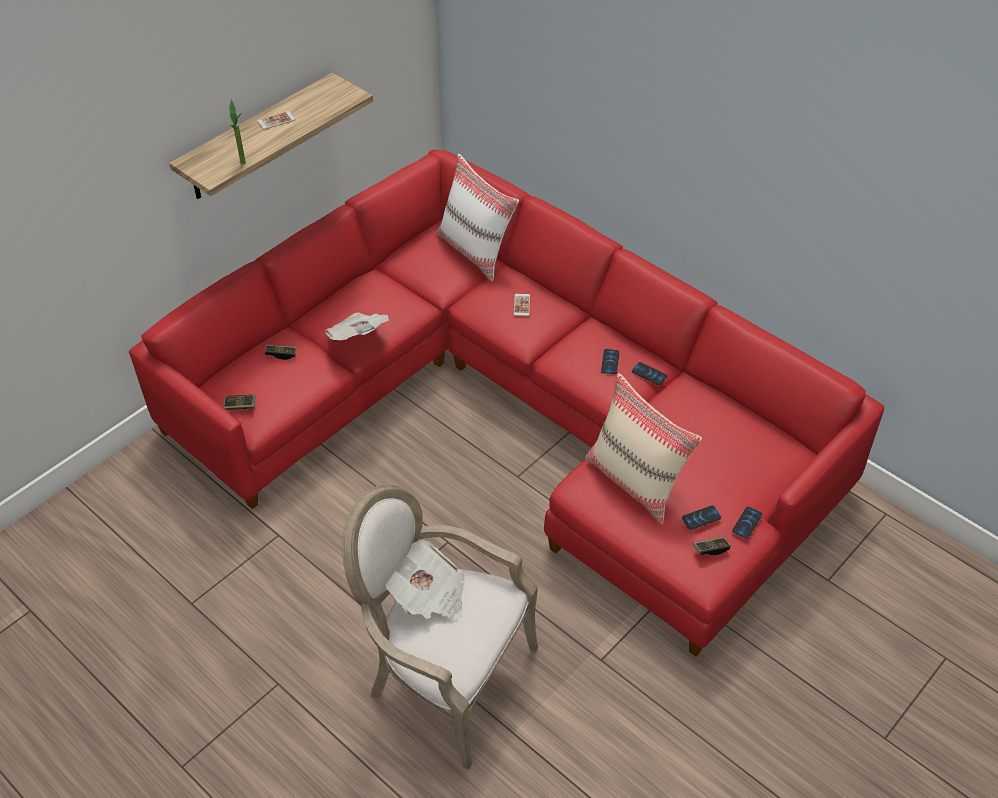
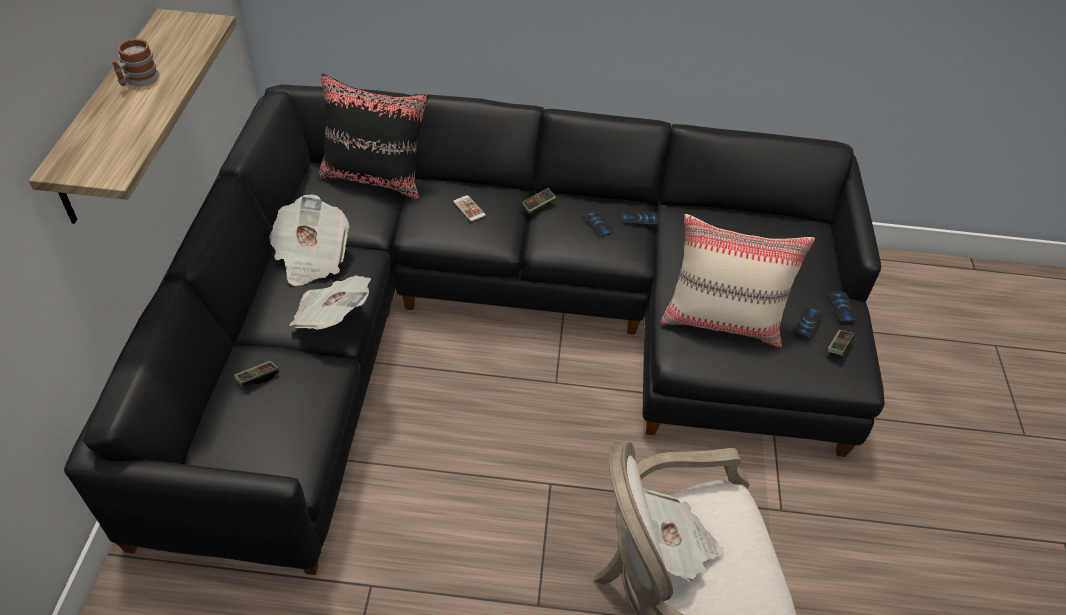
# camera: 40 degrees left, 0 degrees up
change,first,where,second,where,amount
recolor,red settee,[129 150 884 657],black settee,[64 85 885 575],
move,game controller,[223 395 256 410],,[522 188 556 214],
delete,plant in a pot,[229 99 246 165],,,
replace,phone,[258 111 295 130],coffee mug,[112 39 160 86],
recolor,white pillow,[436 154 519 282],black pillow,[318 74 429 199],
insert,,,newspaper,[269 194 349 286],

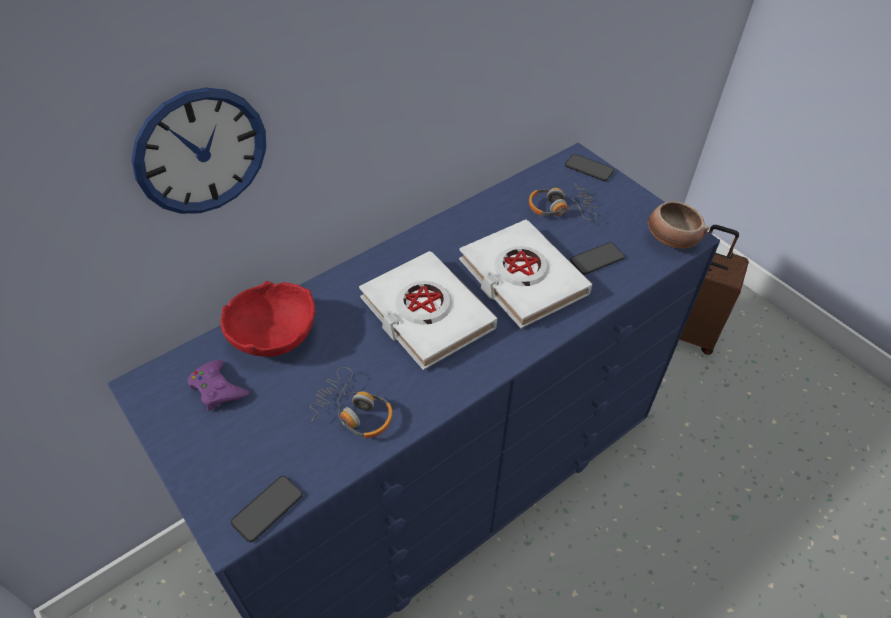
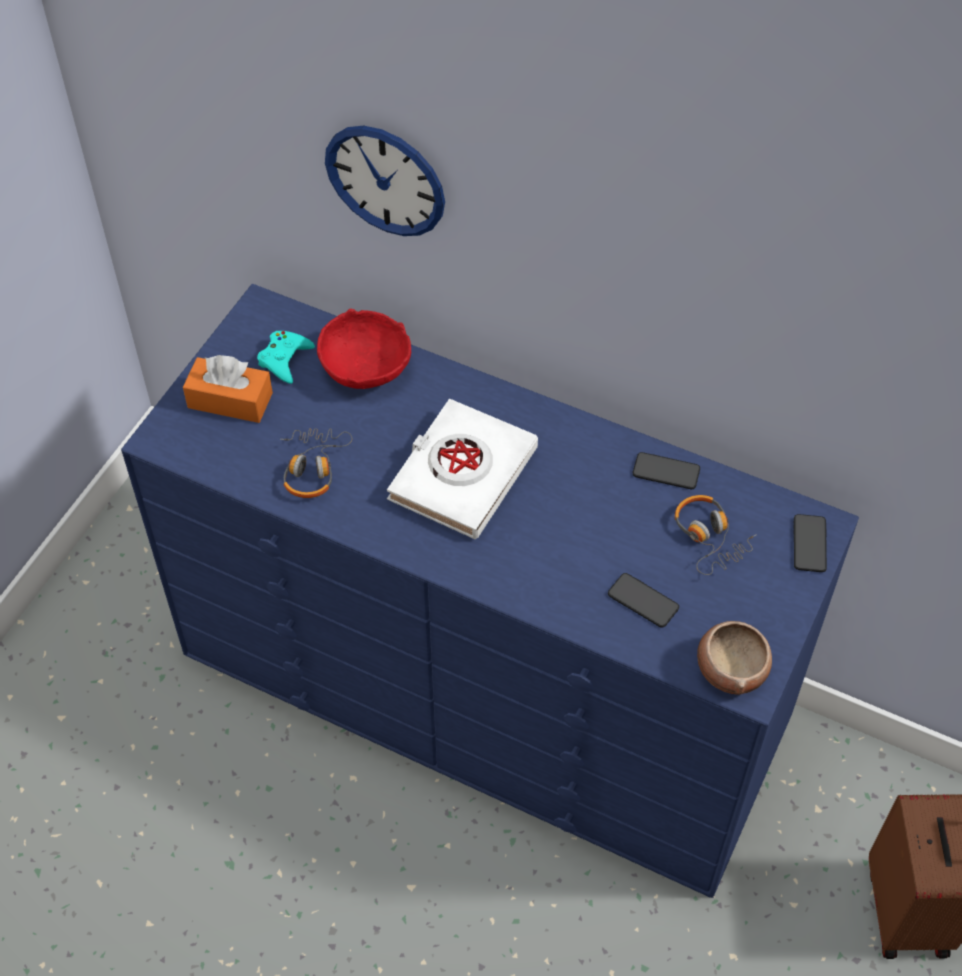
# camera: 65 degrees right, 5 degrees up
change,first,where,second,where,amount
recolor,purplish game controller,[187 360 250 411],blue-green game controller,[257 331 315 384],
move,phone,[231 476 303 542],,[633 452 700 489],
delete,white bound book,[459 219 592 328],,,
insert,,,orangey tissue holder,[183 355 273 423],

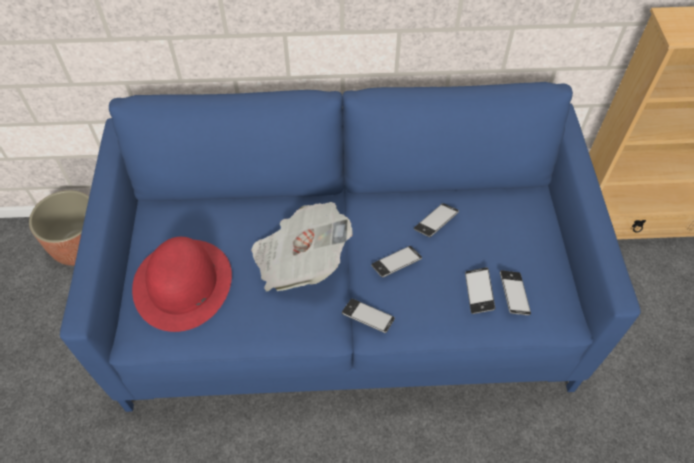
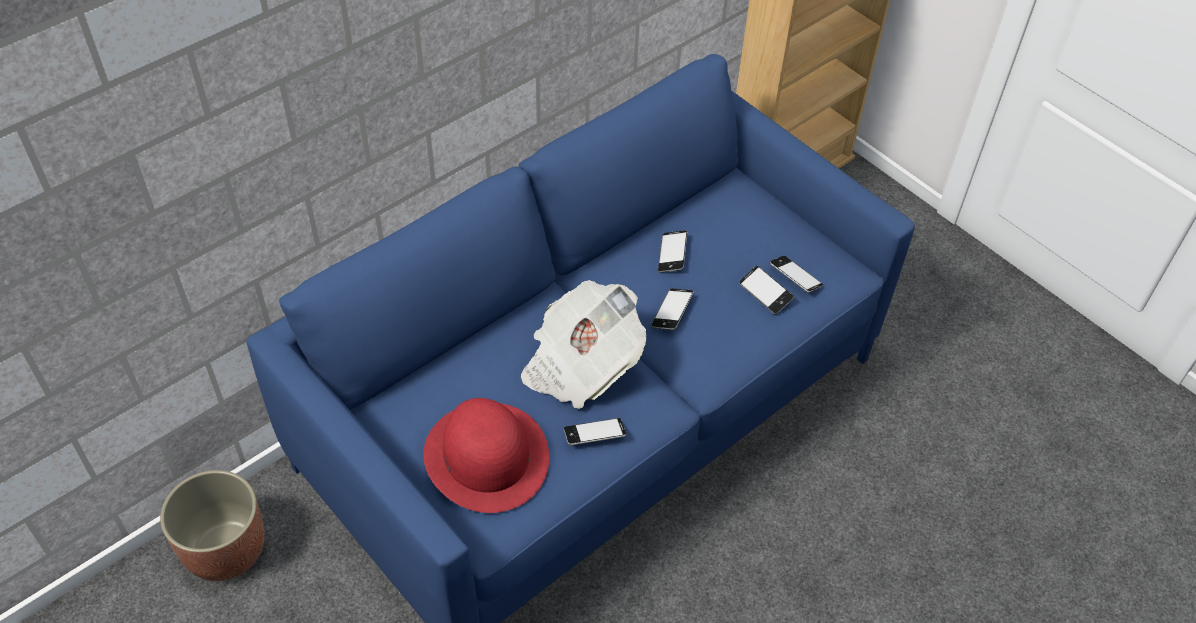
# camera: 40 degrees left, 5 degrees down
change,first,where,second,where,amount
move,phone,[342 299 395 333],,[564 418 627 446],

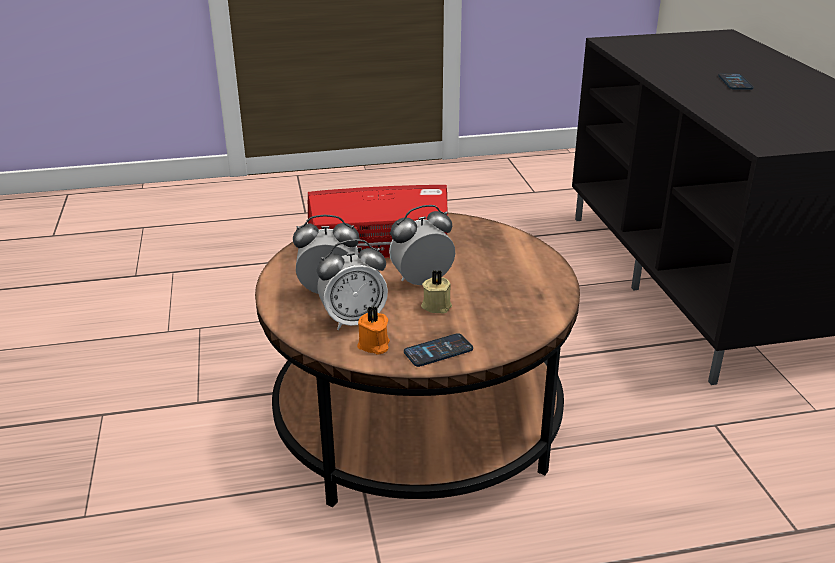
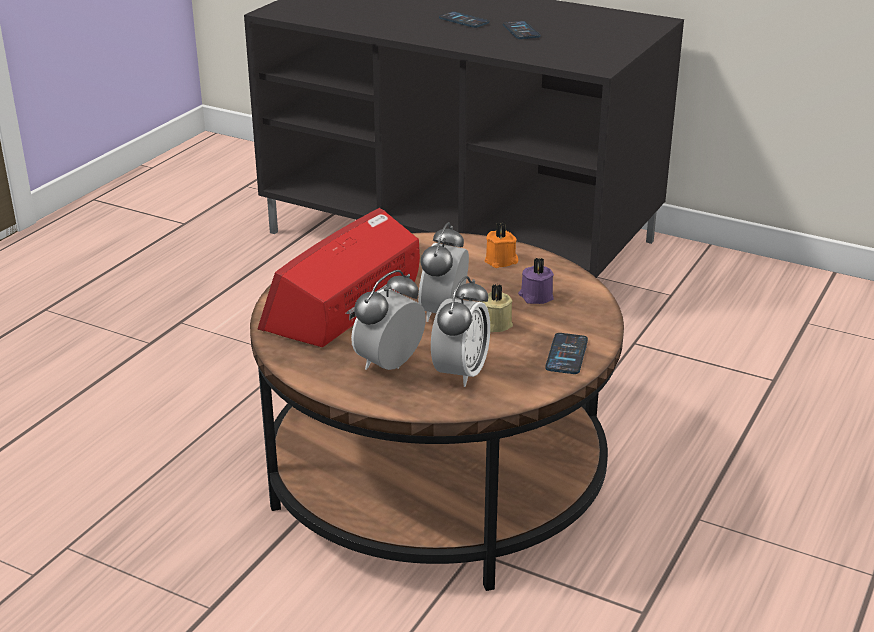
# camera: 50 degrees left, 0 degrees up
change,first,where,second,where,amount
move,orangey wax light,[357 306 390 355],,[485 222 518 268],
insert,,,phone,[503 21 540 39],
insert,,,purplish wax light,[518 258 554 304],

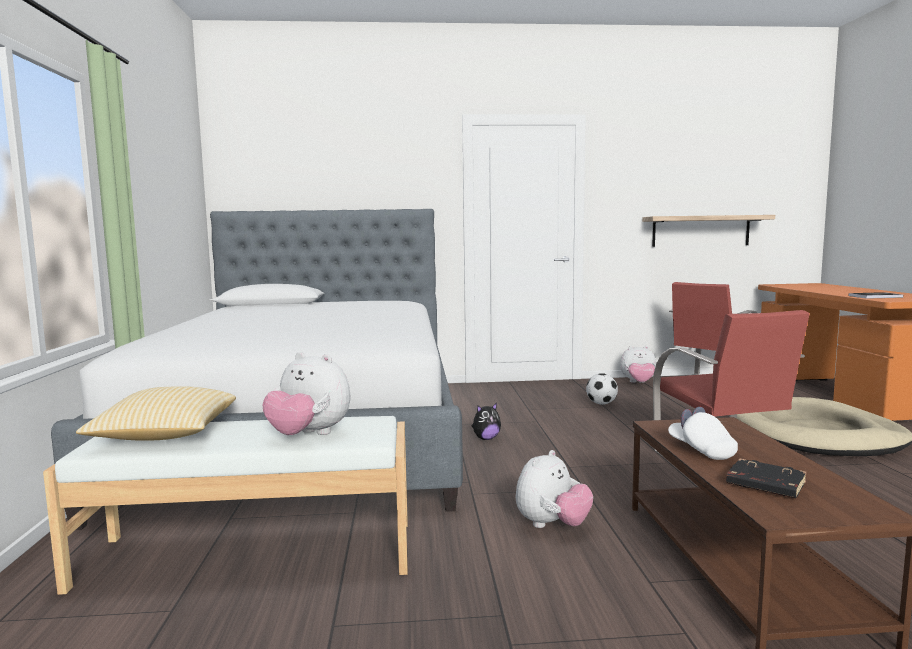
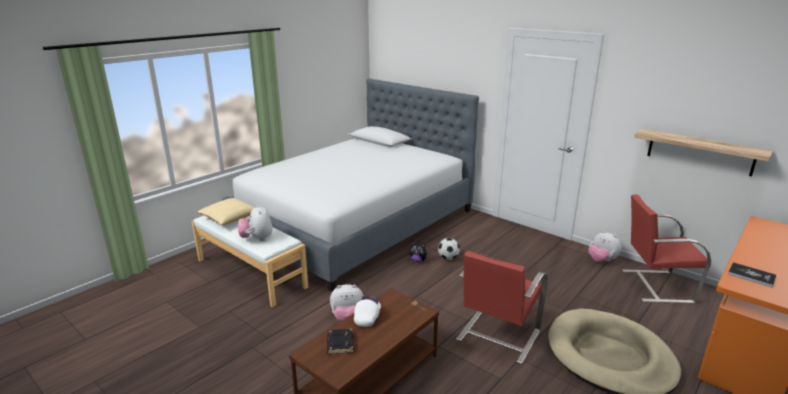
# camera: 45 degrees right, 15 degrees up
change,first,where,second,where,amount
move,football,[586 373 618 405],,[438 238 460 260],

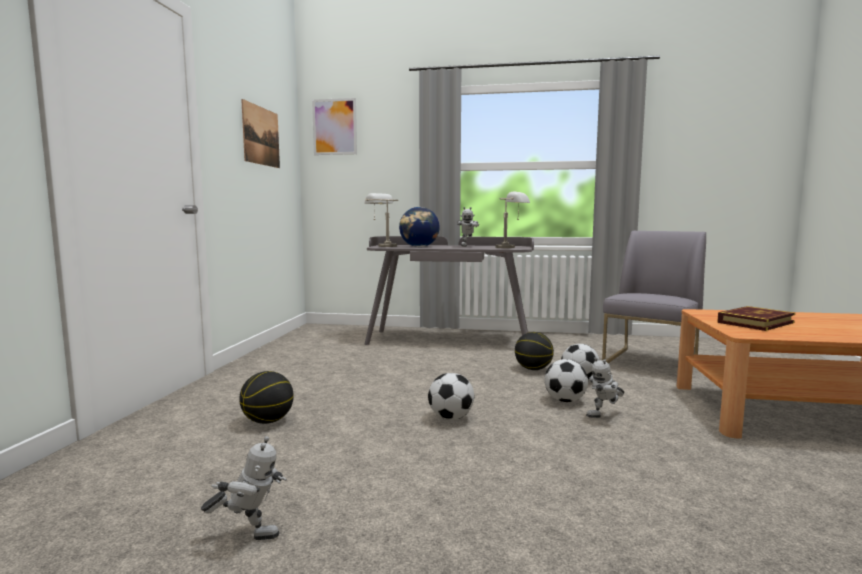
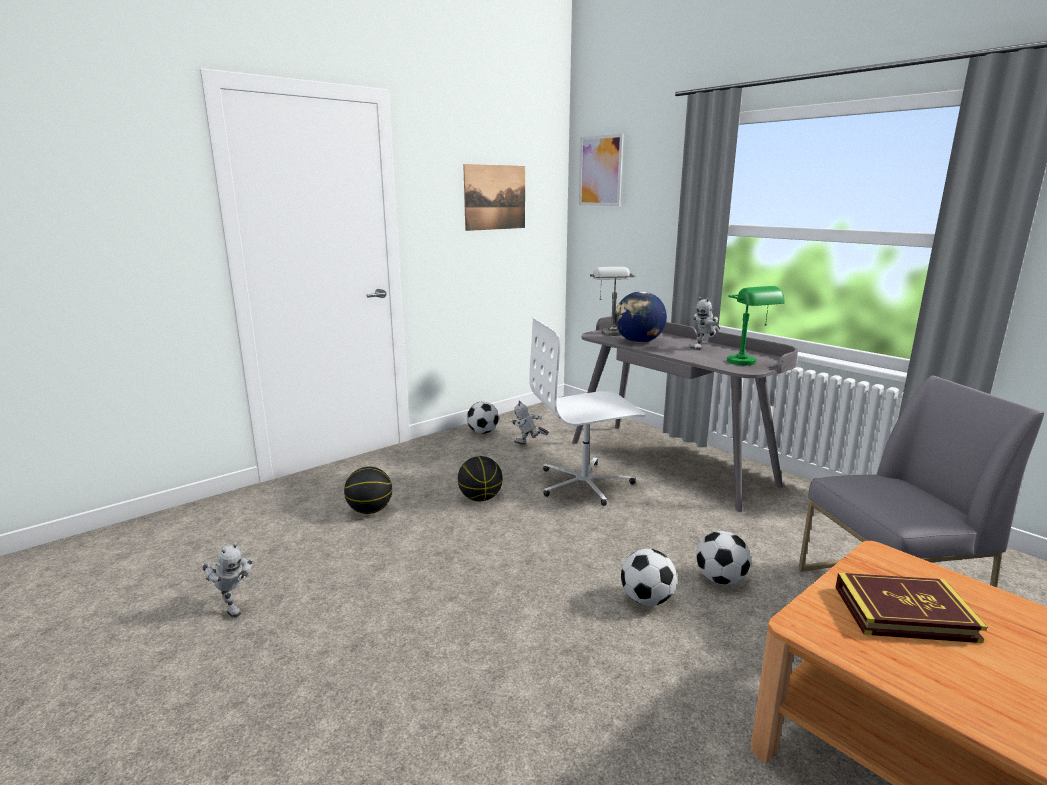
# camera: 40 degrees right, 10 degrees up
change,first,where,second,where,amount
move,football,[428 373 474 420],,[467 401 499 434],
recolor,grey tabletop lamp,[495 192 530 248],green tabletop lamp,[727 286 785 365],
move,basketball ball,[515 332 554 370],,[458 456 503 501],
move,toy robot,[586 357 624 418],,[510 401 549 445],
insert,,,white office chair,[529 318 646 506],

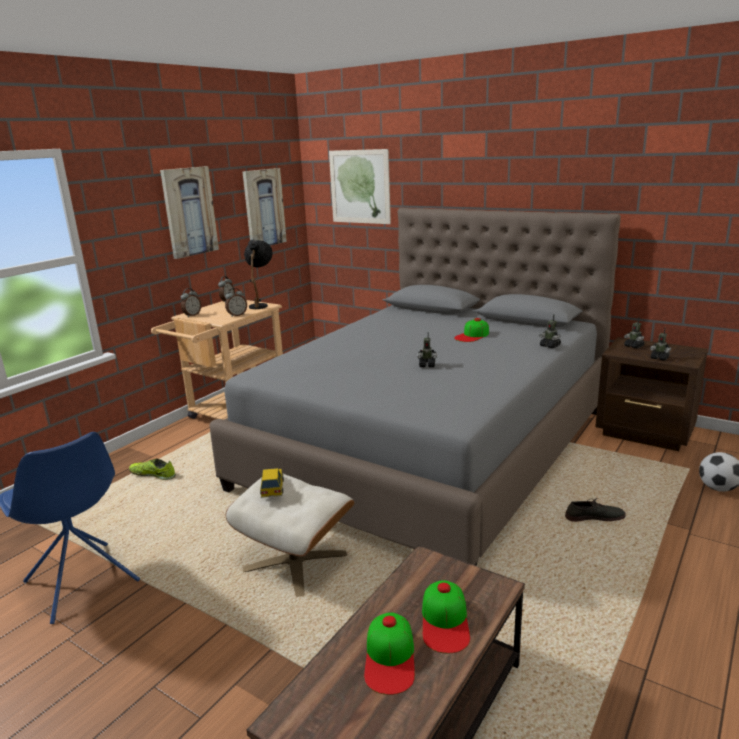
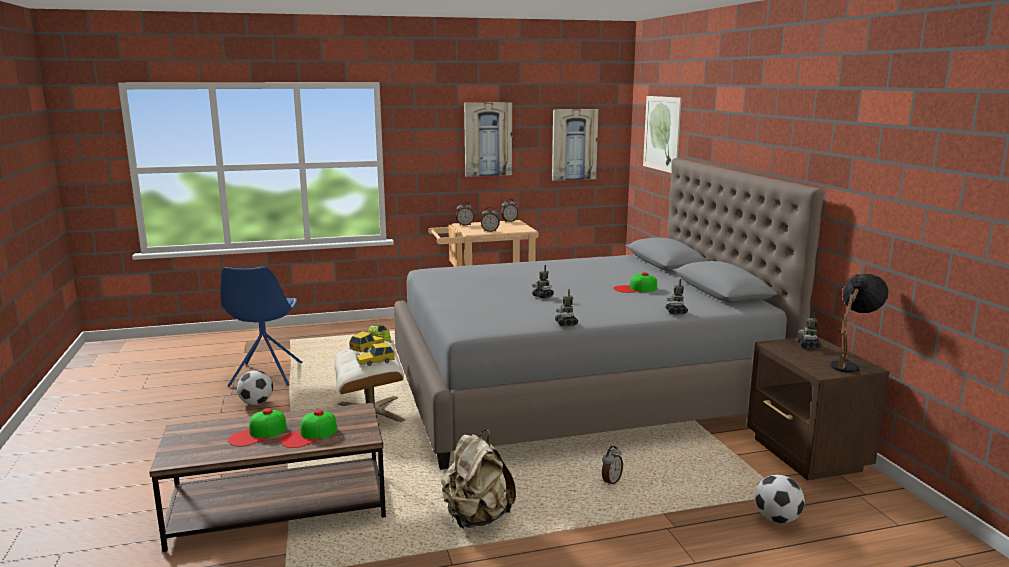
# camera: 40 degrees right, 5 degrees down
change,first,where,second,where,amount
move,black tabletop lamp,[244 240 273 309],,[830 274 888 373],
replace,grey item of footwear,[565 498 626 522],table clock,[602 446 623 485],
move,toy robot,[650 328 671 361],,[555 289 578 326],
insert,,,football,[237 370 273 405],
insert,,,toy car,[356 343 395 366],
insert,,,beige-coloured knapsack,[441 430 516 528],

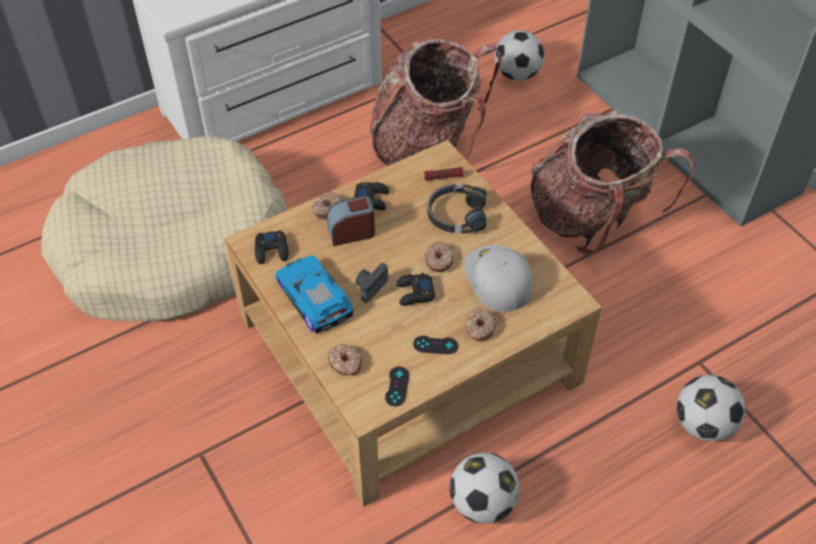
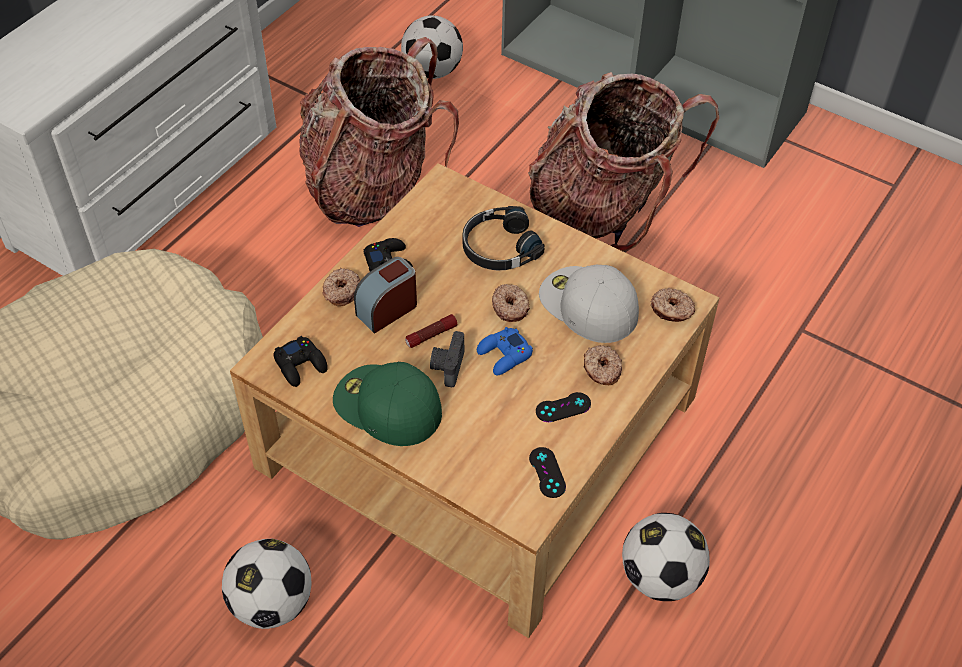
# camera: 25 degrees left, 0 degrees up
change,first,where,second,where,amount
replace,toy car,[275 255 353 334],green peaked cap,[333 362 442 446],
move,donut,[328 344 362 376],,[651 288 696 322],
recolor,black game controller,[396 273 435 306],blue game controller,[477 327 533 376],
move,hand torch,[424 167 464 181],,[405 314 457 348],
move,football,[676 375 745 441],,[222 539 311 629],

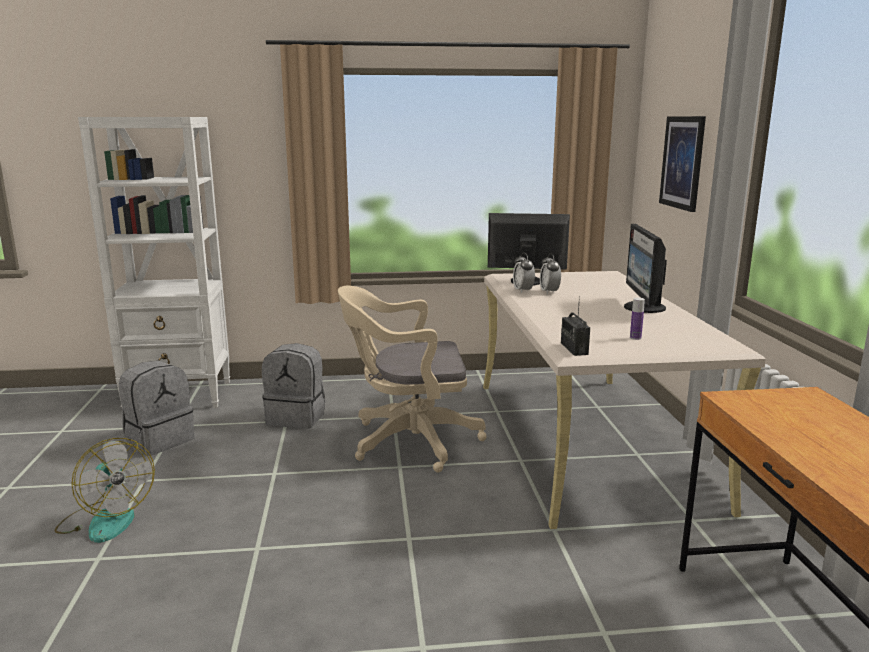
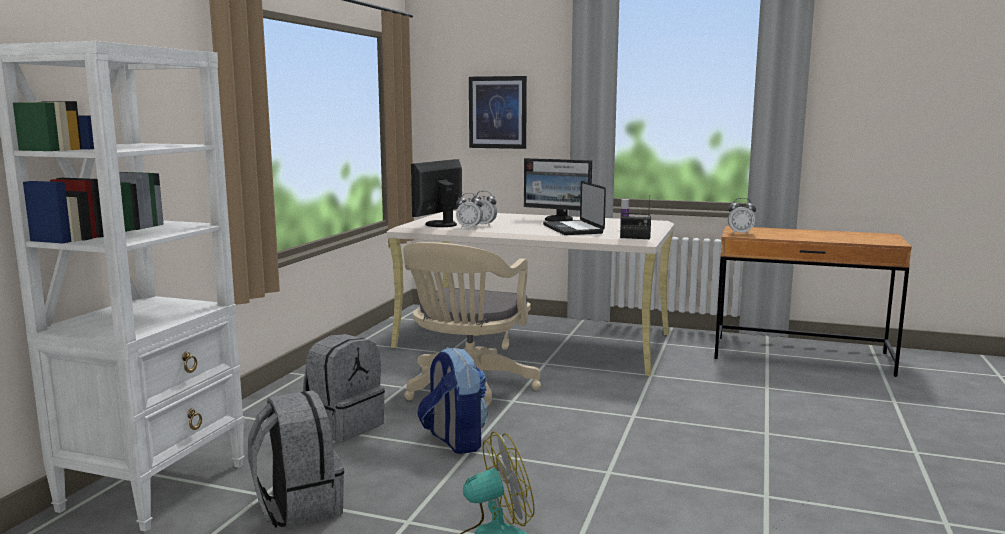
# camera: 65 degrees left, 5 degrees down
change,first,where,second,where,amount
insert,,,knapsack,[417 347 488 454],
insert,,,notebook computer,[543 181 606 235],
insert,,,table clock,[728 198 756 235],

